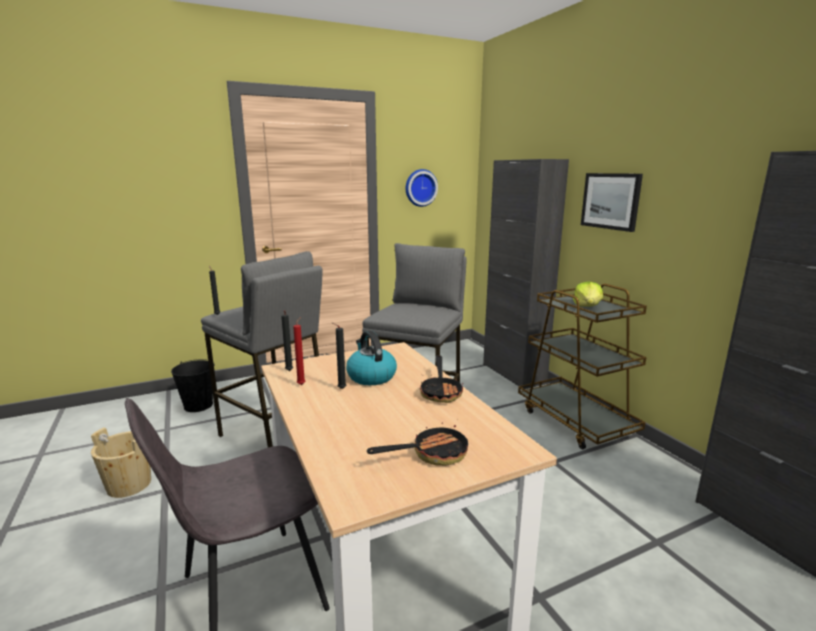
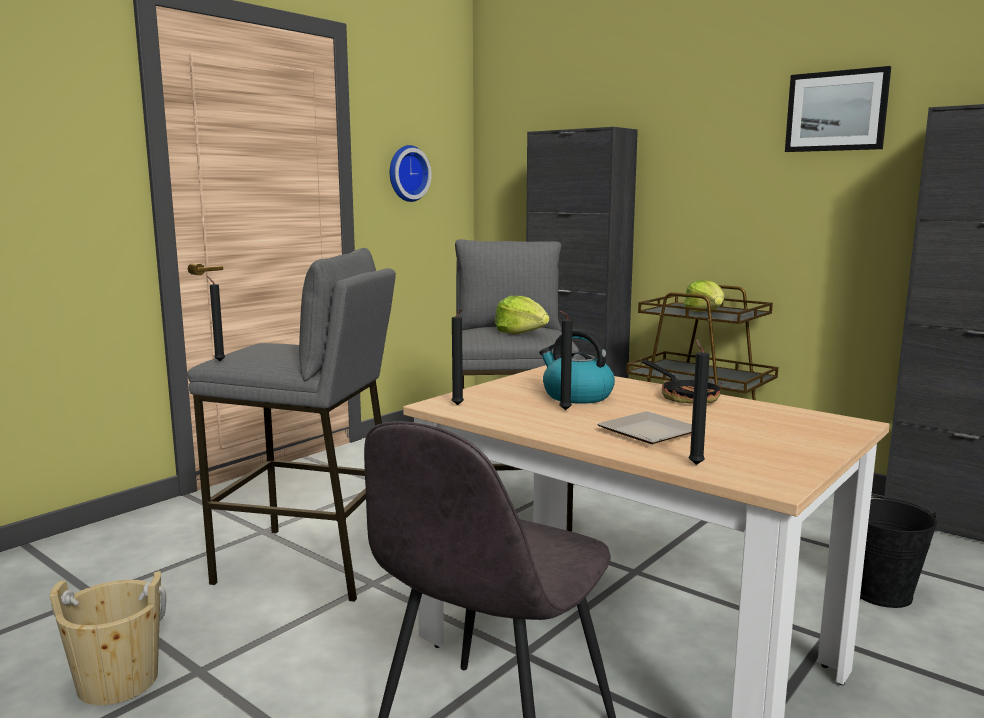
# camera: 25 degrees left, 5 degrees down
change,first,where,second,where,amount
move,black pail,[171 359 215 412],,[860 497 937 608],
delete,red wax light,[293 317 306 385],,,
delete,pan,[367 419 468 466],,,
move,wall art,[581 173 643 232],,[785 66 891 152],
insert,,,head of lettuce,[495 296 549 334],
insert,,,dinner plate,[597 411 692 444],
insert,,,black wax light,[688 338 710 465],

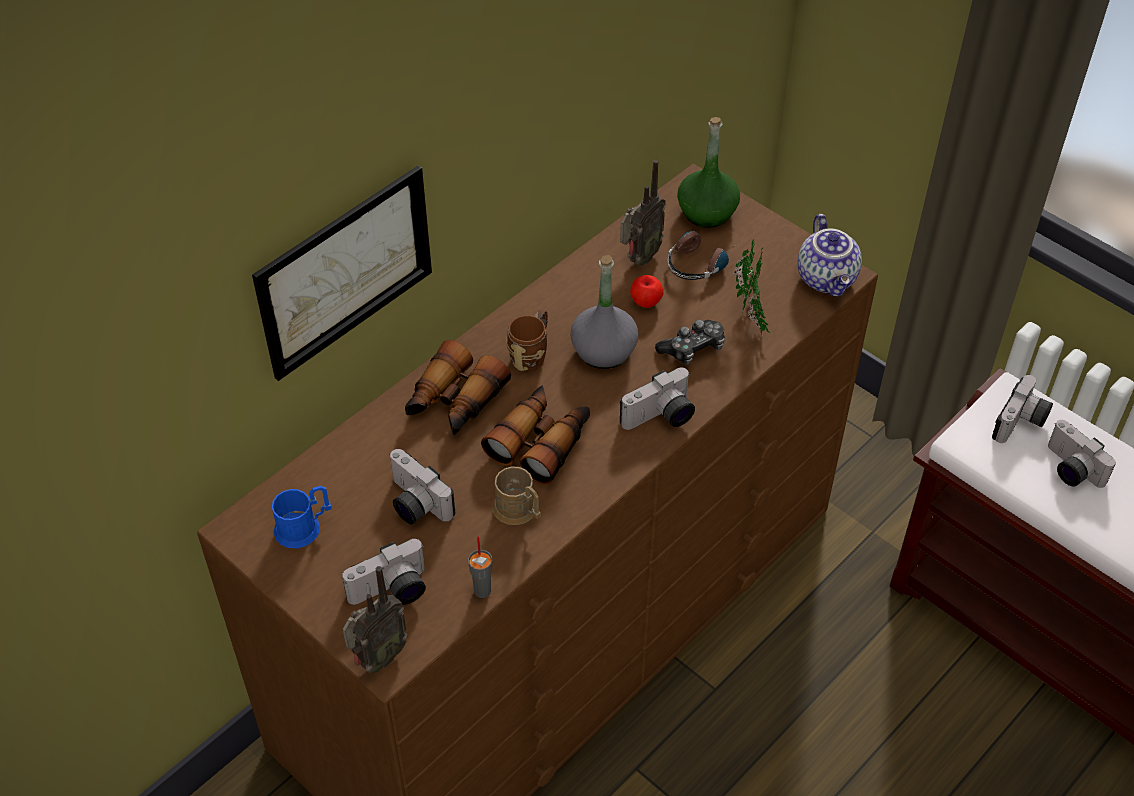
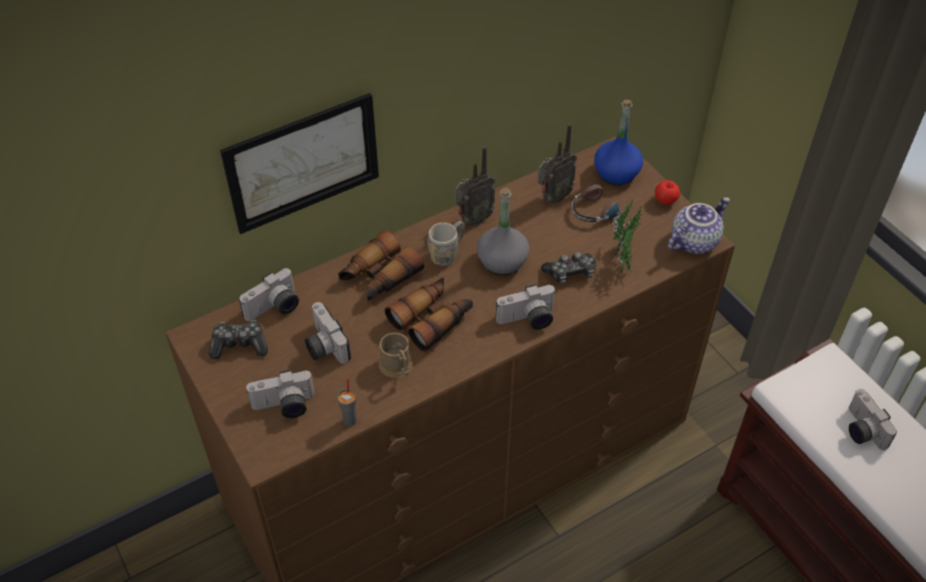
# camera: 15 degrees right, 0 degrees up
change,first,where,second,where,amount
replace,blue coffee mug,[272 486 332 548],game controller,[209 320 268 359],
move,radio set,[342 566 408 673],,[455 146 495 226],
recolor,brownish coffee mug,[506 309 548 372],grey coffee mug,[427 221 465 266],
move,apple,[630 275 663 308],,[655 180 680 205],
recolor,green bottle,[677 117 740 228],blue bottle,[594 100 643 185],
rotate,pot for tea,[798 214 862 297],,[668 197 730 254],135 degrees counterclockwise
move,still camera,[992 375 1053 443],,[239 268 299 321],

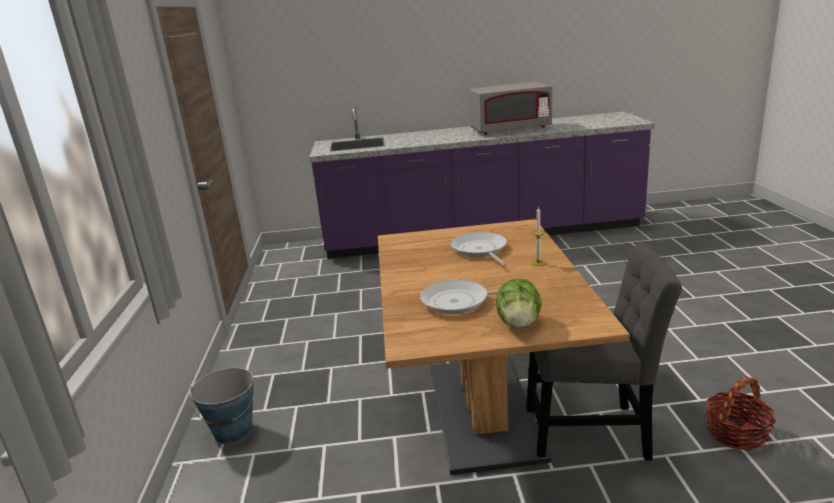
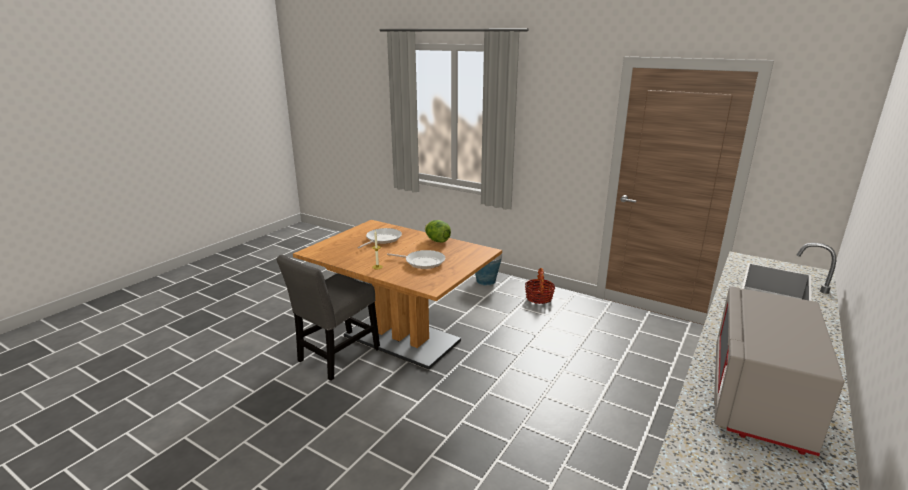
# camera: 125 degrees right, 0 degrees up
change,first,where,second,where,amount
move,head of lettuce,[496 278 542 329],,[425 220 451 243],
move,basket,[706 376 776 451],,[525 268 555 304],

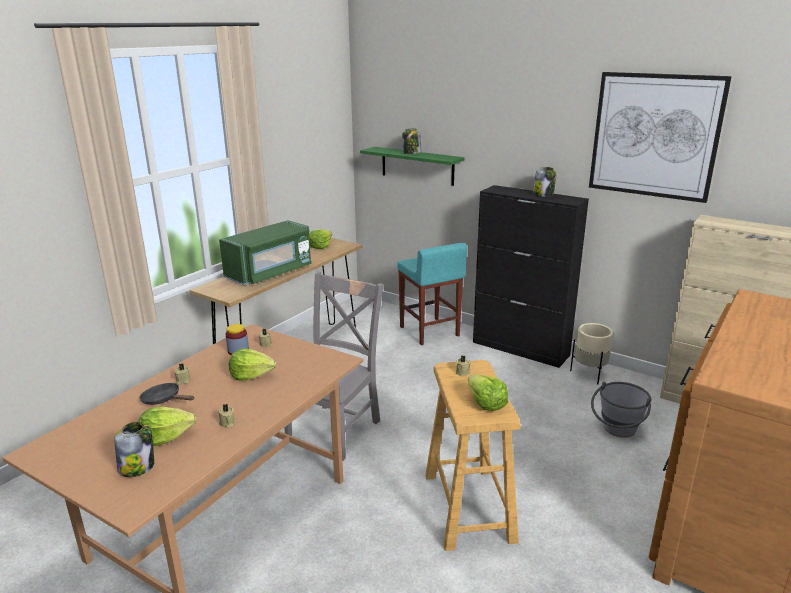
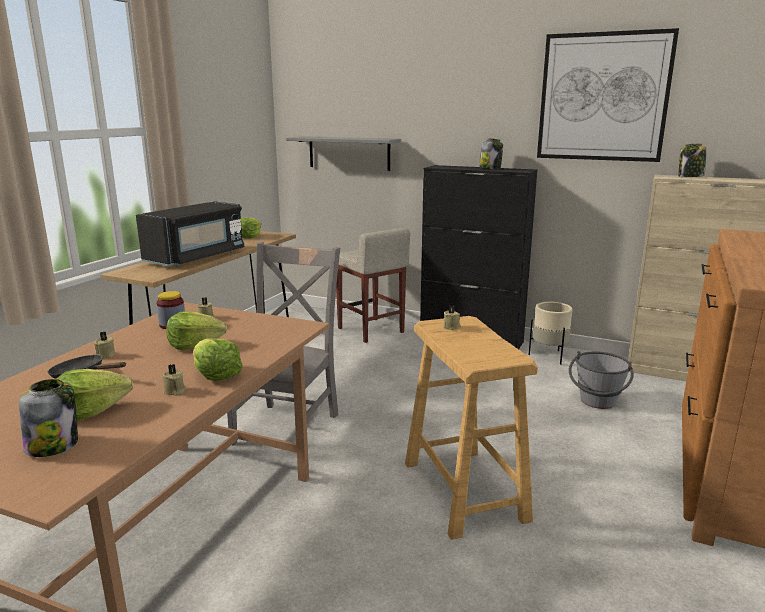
# camera: 10 degrees left, 5 degrees down
change,first,where,second,where,amount
recolor,green microwave oven,[219 220 312 285],black microwave oven,[136 201 244 266],
recolor,green wall shelf,[360 147 465 186],grey wall shelf,[286 136 401 171],
recolor,blue-green stool,[397 243 467 345],beige-coloured stool,[336 228 410 343],
move,jar,[402 128 421 154],,[678 143 707 177],
move,head of lettuce,[468 374 508 411],,[193 338 243 381],

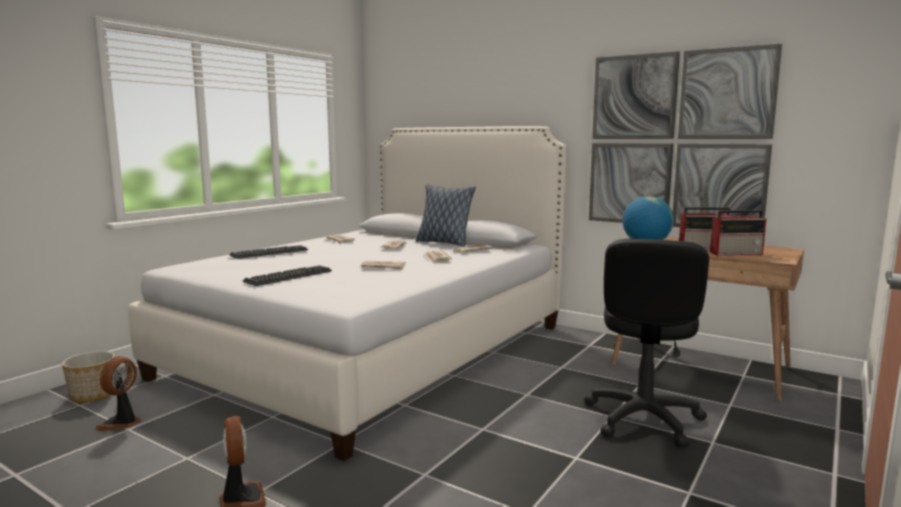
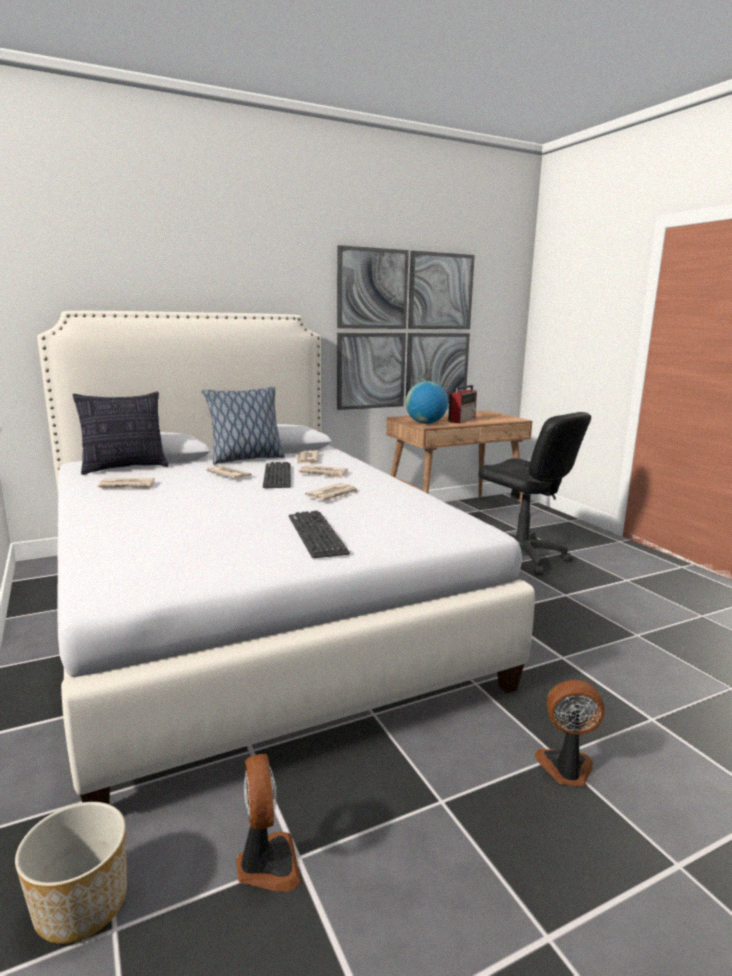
# camera: 60 degrees left, 5 degrees up
change,first,where,second,where,amount
rotate,electric fan,[95 356 141 431],,[236 754 301 891],150 degrees counterclockwise
move,computer keyboard,[230 245 308 259],,[263 462 291 488],
delete,radio set,[710 210 766 256],,,
insert,,,pillow,[73 392 168 475],

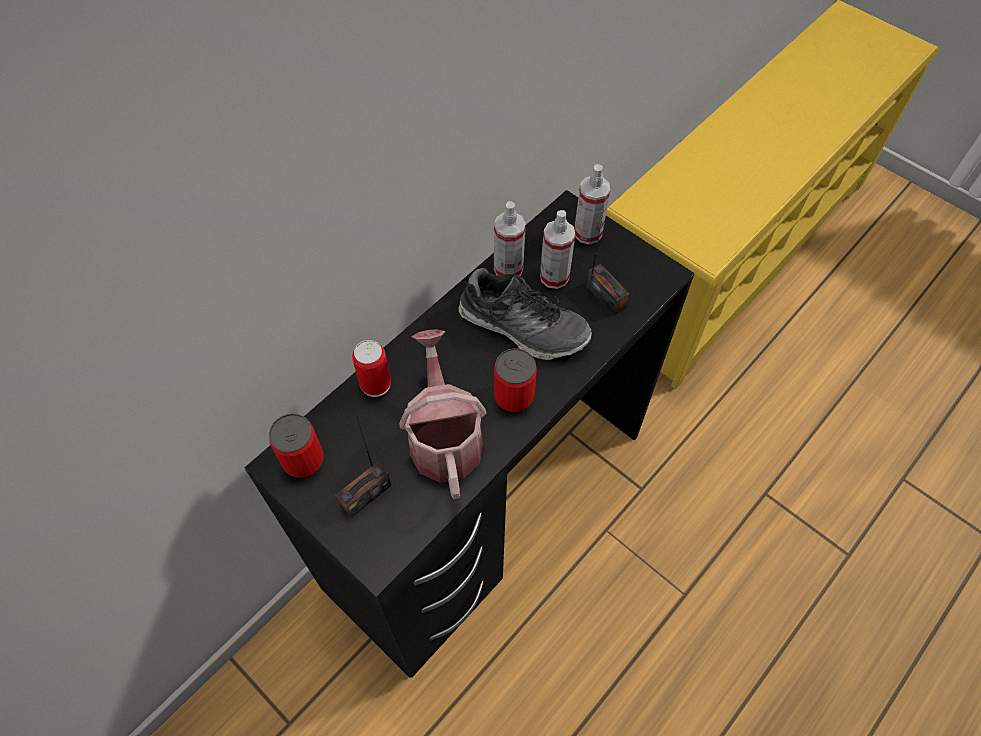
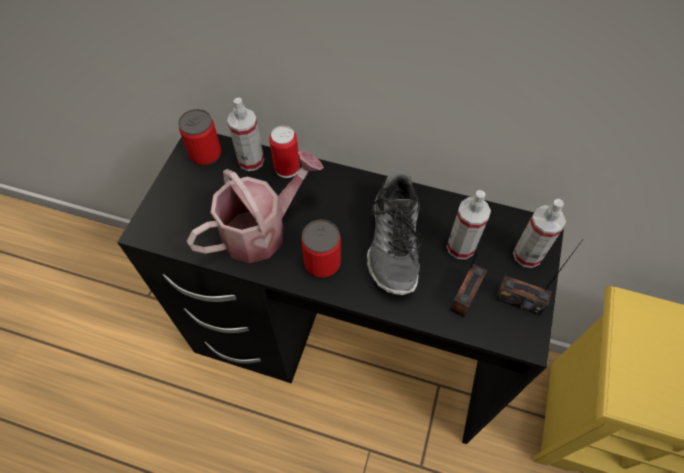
# camera: 65 degrees right, 0 degrees up
change,first,where,second,where,amount
move,radio set,[336 414 392 518],,[495 238 584 316],
move,spray bottle,[494 201 526 276],,[227 98 264 171],

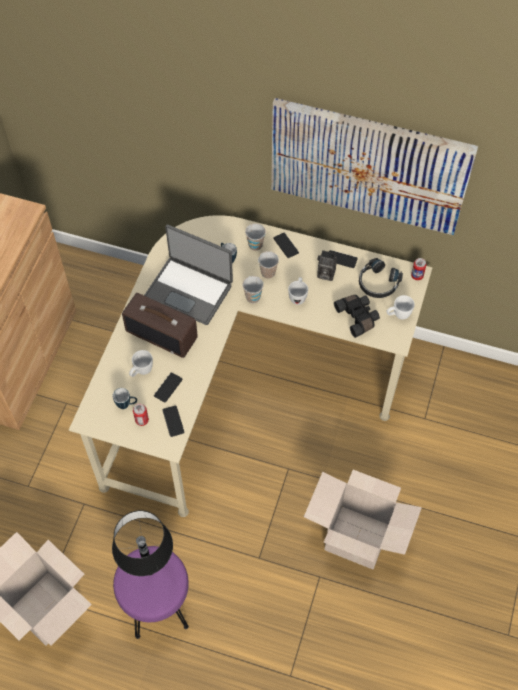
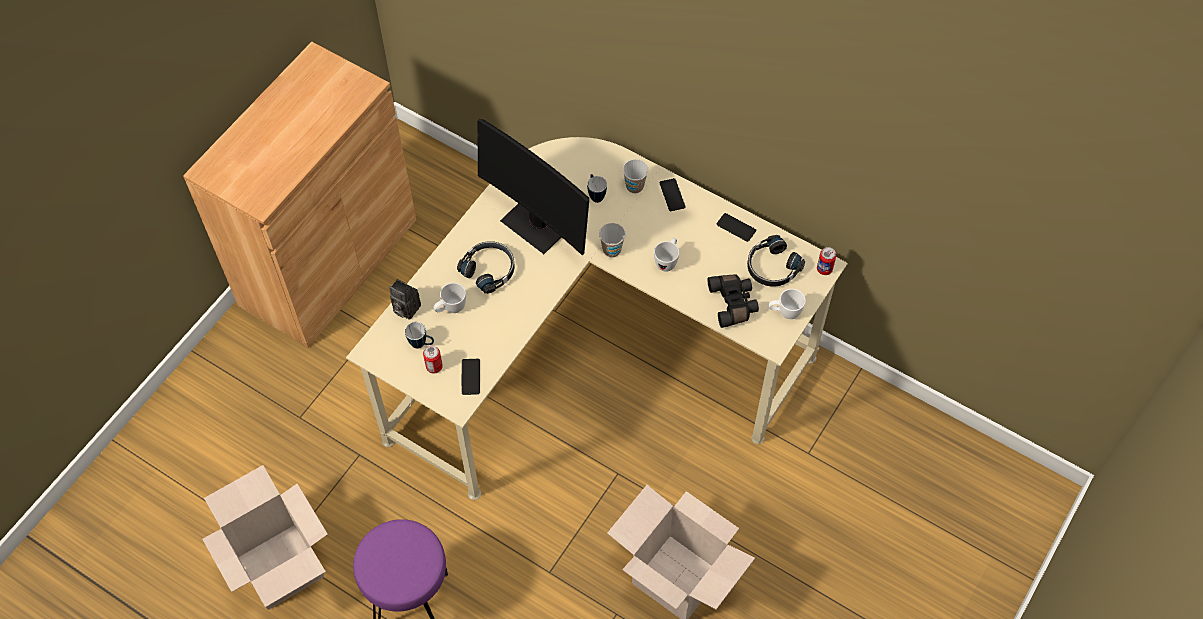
# camera: 15 degrees right, 0 degrees up
change,first,where,second,where,amount
delete,black tabletop lamp,[112 510 173 576],,,
replace,radio set,[122 293 198 358],black headset,[457 241 515 294],
replace,notebook computer,[144 225 233 325],computer display,[478 119 589 255],
delete,phone,[154 373 183 402],,,
delete,small cup,[258 251 279 279],,,
delete,wall art,[271 98 478 235],,,
move,still camera,[317 250 337 281],,[389 279 421 320],

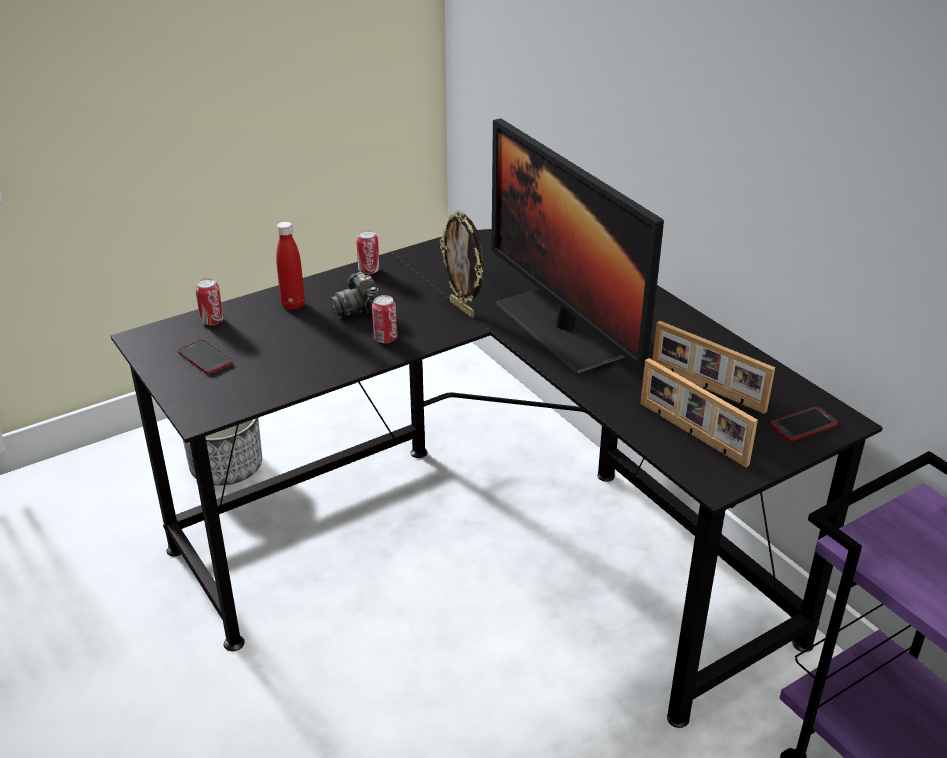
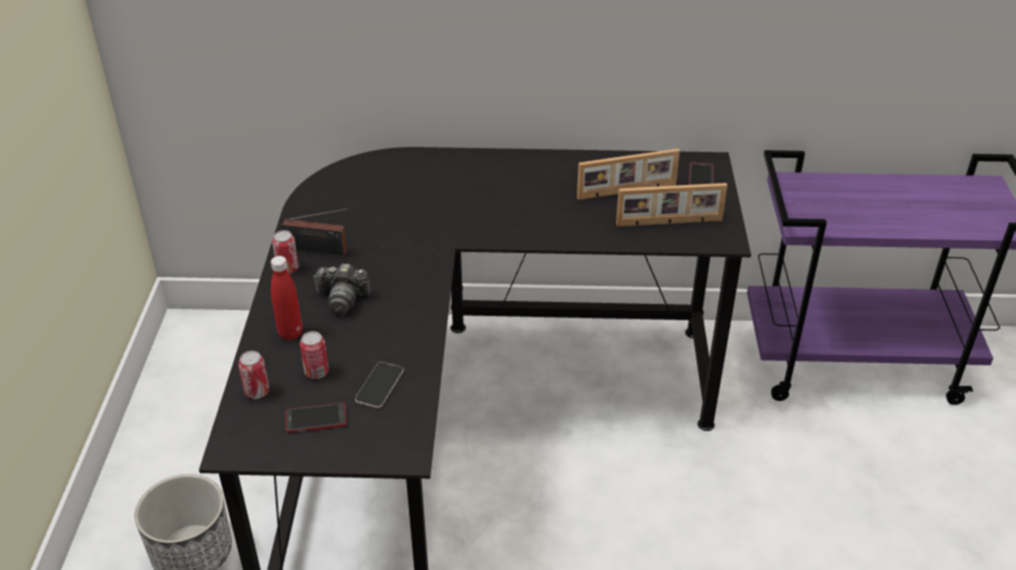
# camera: 55 degrees left, 5 degrees up
change,first,where,second,where,amount
move,can,[372 295 397 343],,[300 331 329 379],
delete,photo frame,[440 210 484 318],,,
delete,computer display,[491 118 664 374],,,
insert,,,radio set,[282 208 349 257],
insert,,,phone,[355 362 404 408],

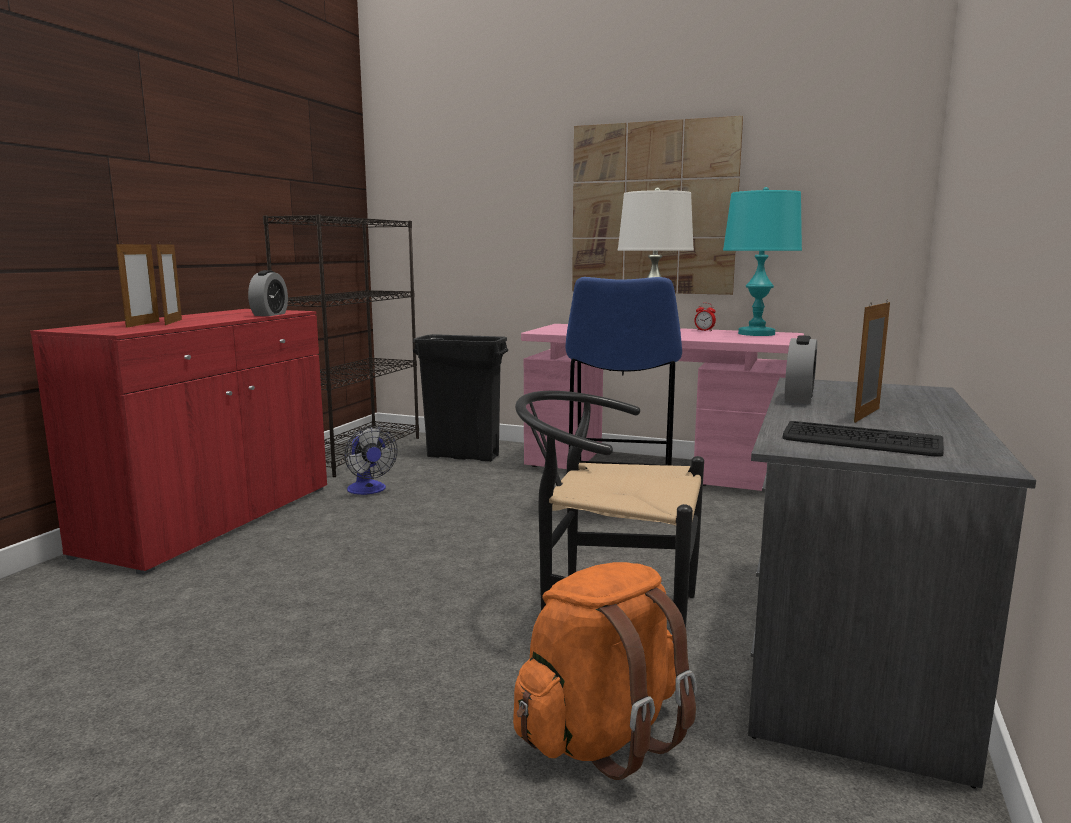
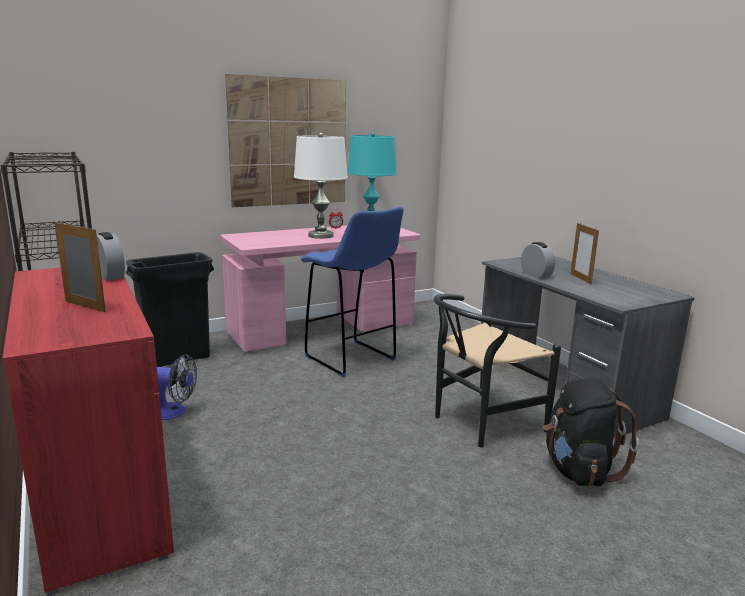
# camera: 50 degrees left, 5 degrees up
change,first,where,second,where,amount
delete,photo frame,[116 241 159 328],,,
recolor,orangey knapsack,[513 562 697 780],black knapsack,[543 379 639 487],
delete,computer keyboard,[783 421 944 457],,,

